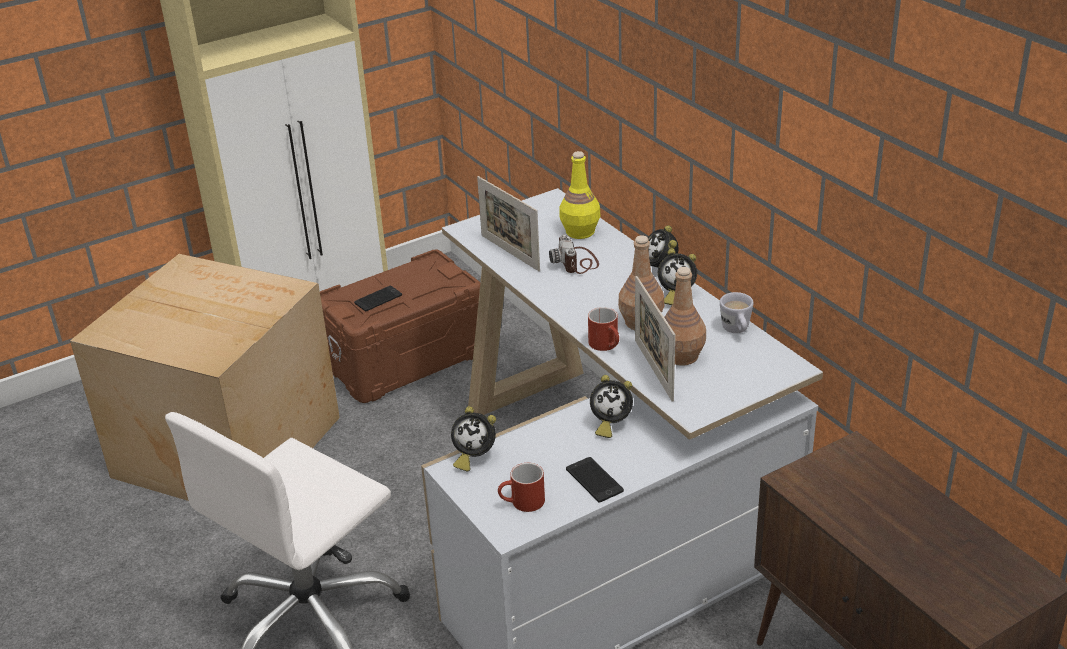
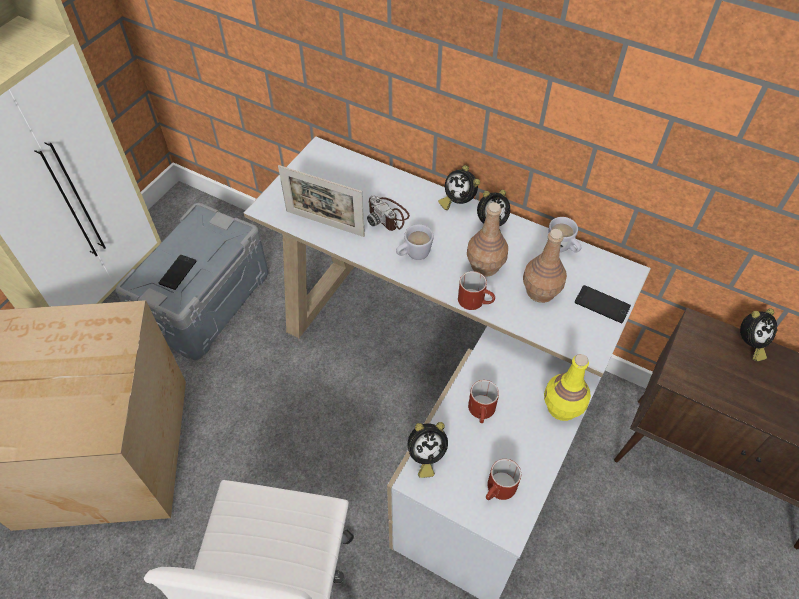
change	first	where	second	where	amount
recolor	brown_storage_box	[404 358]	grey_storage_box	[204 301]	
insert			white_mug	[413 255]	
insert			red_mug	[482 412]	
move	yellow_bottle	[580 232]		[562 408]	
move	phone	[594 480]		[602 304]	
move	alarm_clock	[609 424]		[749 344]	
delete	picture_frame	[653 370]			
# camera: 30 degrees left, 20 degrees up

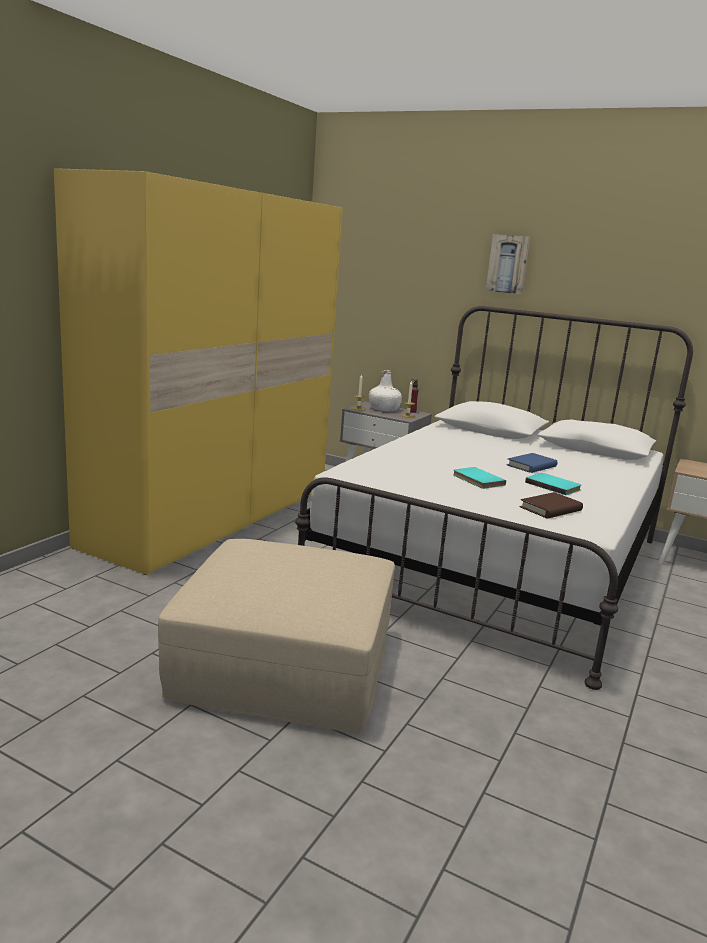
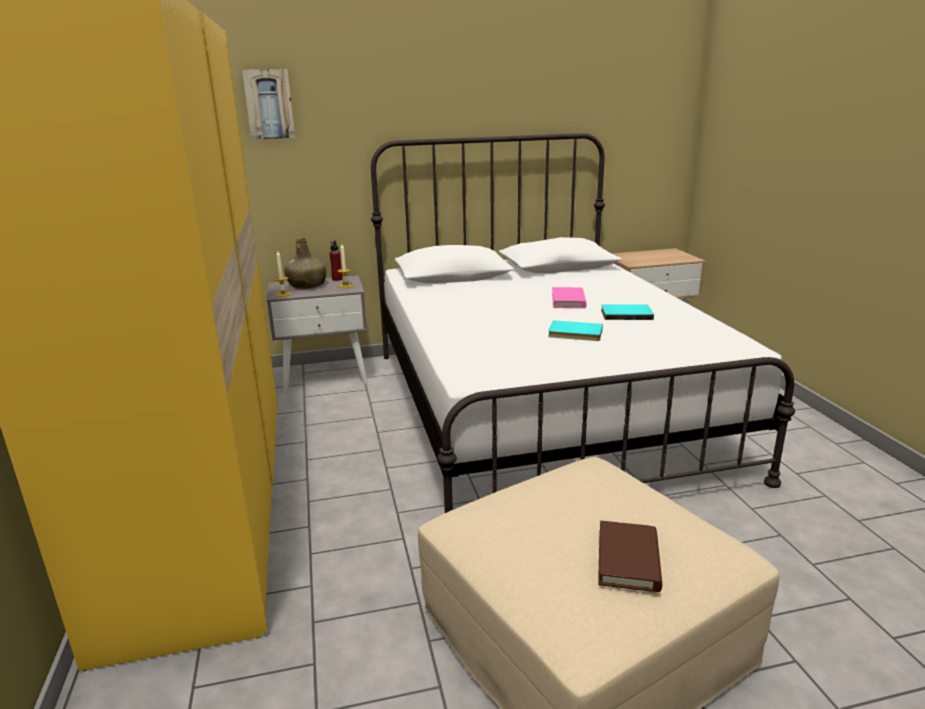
change	first	where	second	where	amount
move	picture	[508 264]		[269 104]	
recolor	white_bottle	[384 409]	green_bottle	[307 285]	
recolor	blue_book	[531 466]	pink_book	[568 301]	
move	brown_book	[550 509]		[628 560]	
# camera: 40 degrees left, 5 degrees up

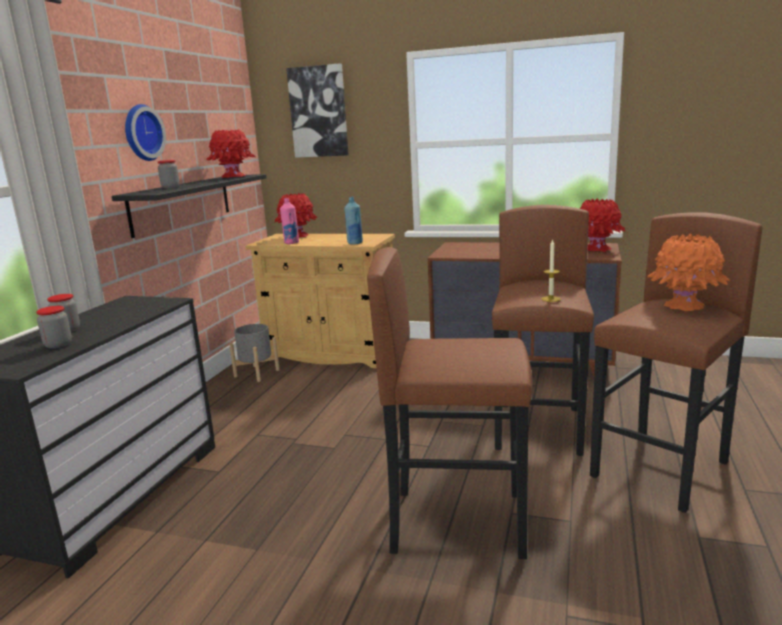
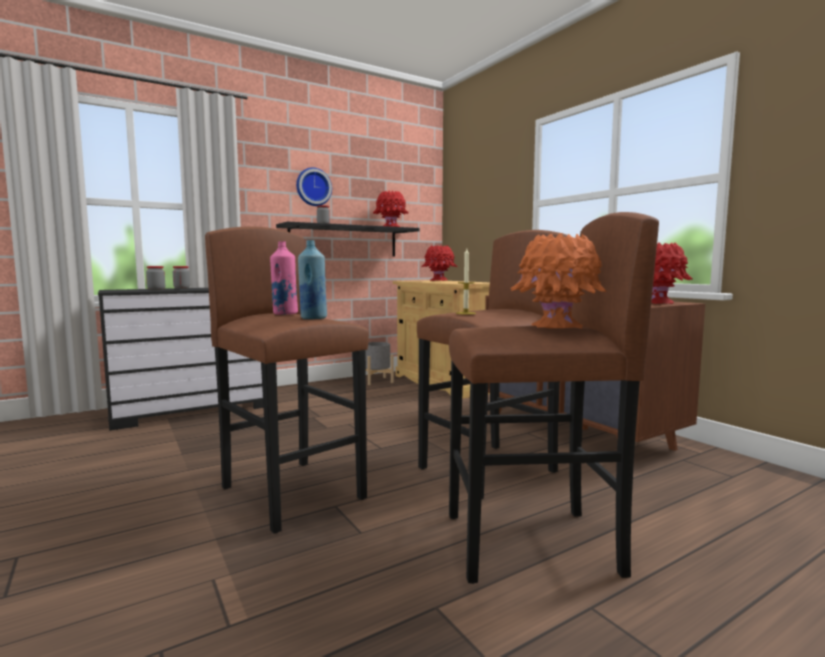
change	first	where	second	where	amount
move	pink_bottle	[291 243]		[285 314]	
move	blue_bottle	[354 243]		[313 318]	
delete	picture	[318 112]			
# camera: 40 degrees right, 10 degrees down

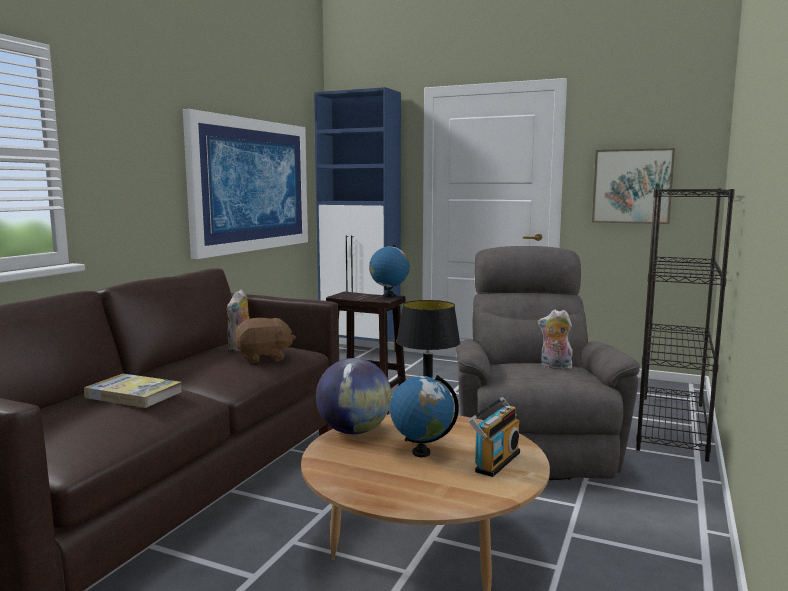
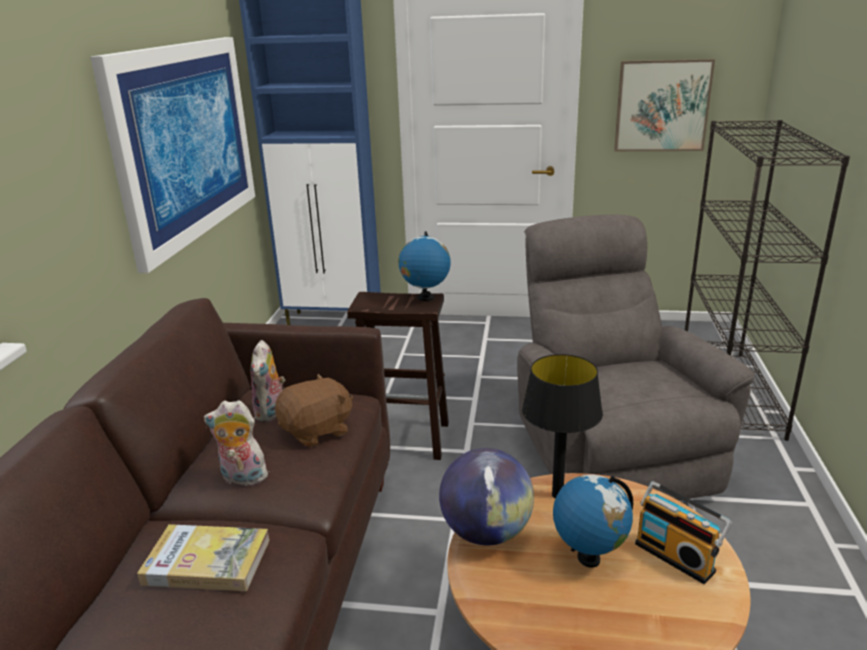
change	first	where	second	where	amount
move	plush_toy	[555 367]		[242 478]	
rotate	radio	[495 461]		[676 556]	120 degrees clockwise
# camera: 15 degrees left, 15 degrees up

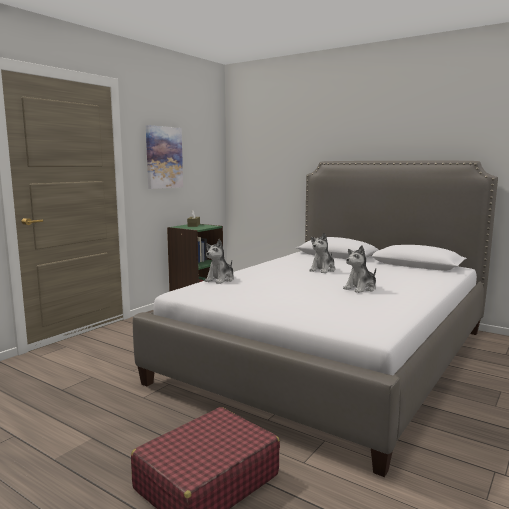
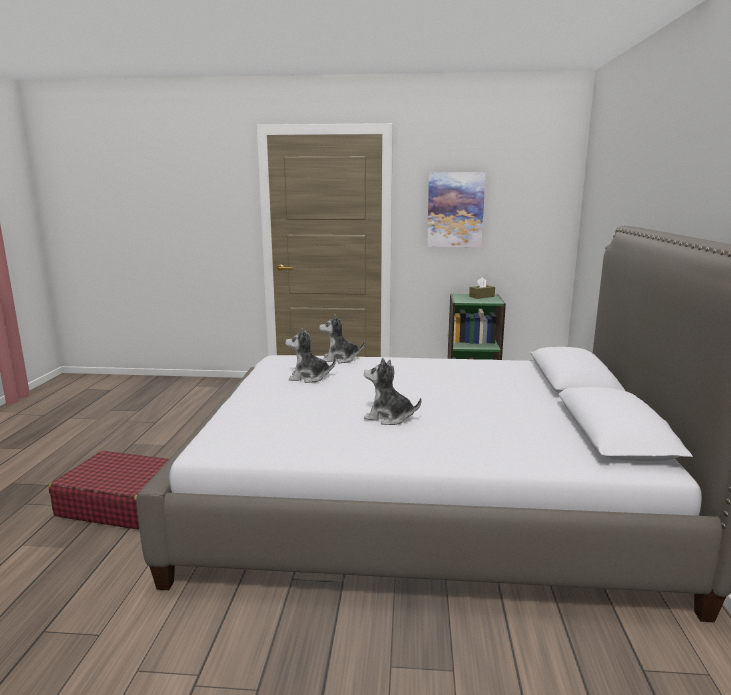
change	first	where	second	where	amount
move	plush_toy	[323 270]		[309 377]	
# camera: 60 degrees right, 5 degrees up

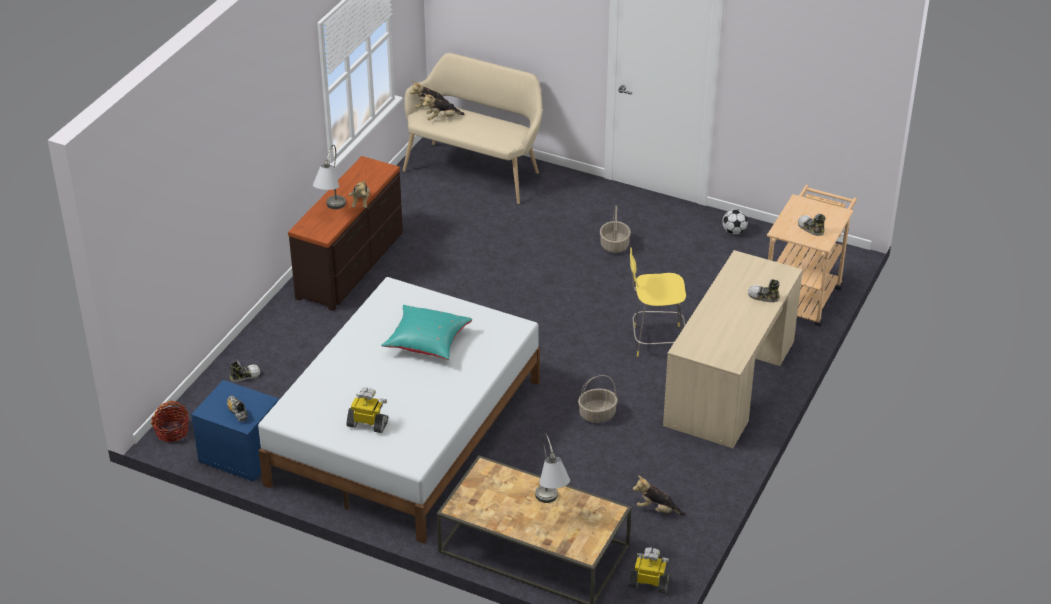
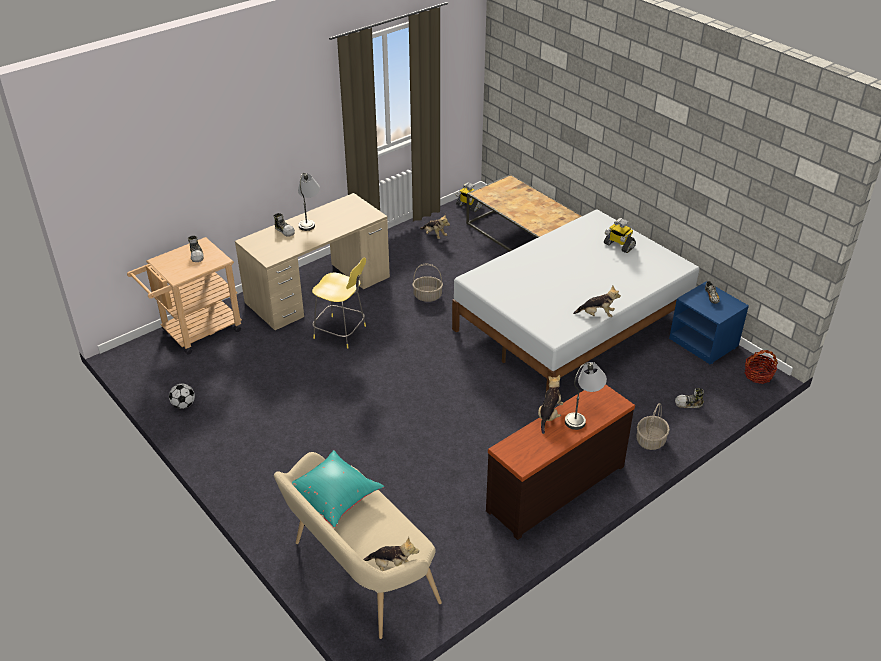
change	first	where	second	where	amount
move	turquoise_pillow	[427 343]		[334 497]	
move	grey_table_lamp	[550 505]		[310 220]	
move	plush_toy	[442 118]		[597 315]	
move	basket	[614 245]		[651 441]	
# camera: 155 degrees left, 0 degrees up

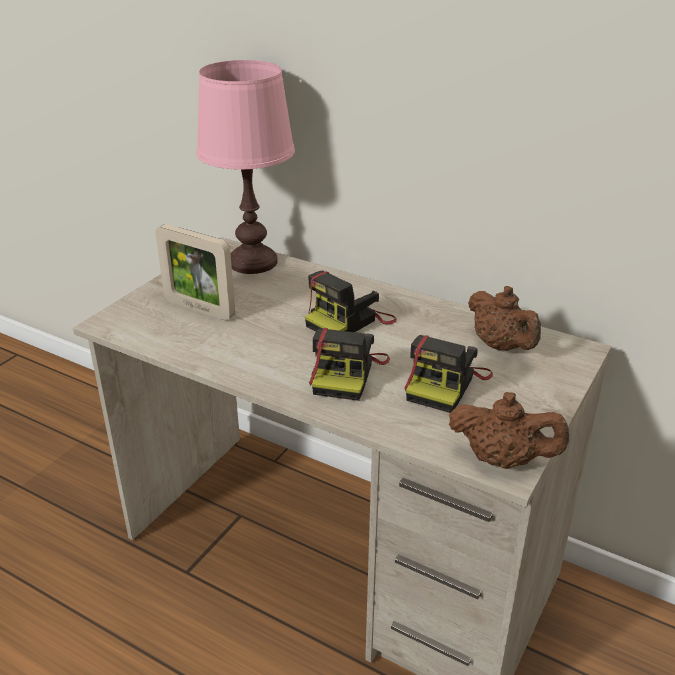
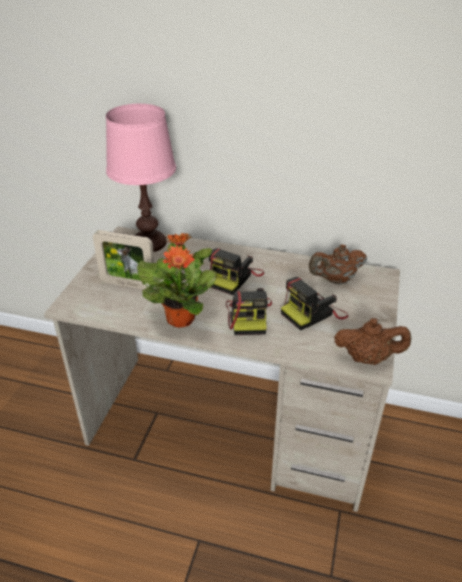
change	first	where	second	where	amount
insert			potted_plant	[181 318]	
rotate	photo_camera	[445 384]		[313 313]	45 degrees clockwise
rotate	brown_teapot	[501 346]		[335 280]	120 degrees clockwise
# camera: 15 degrees left, 5 degrees up

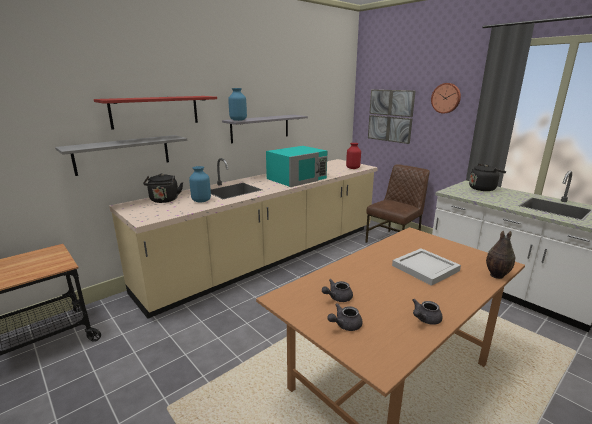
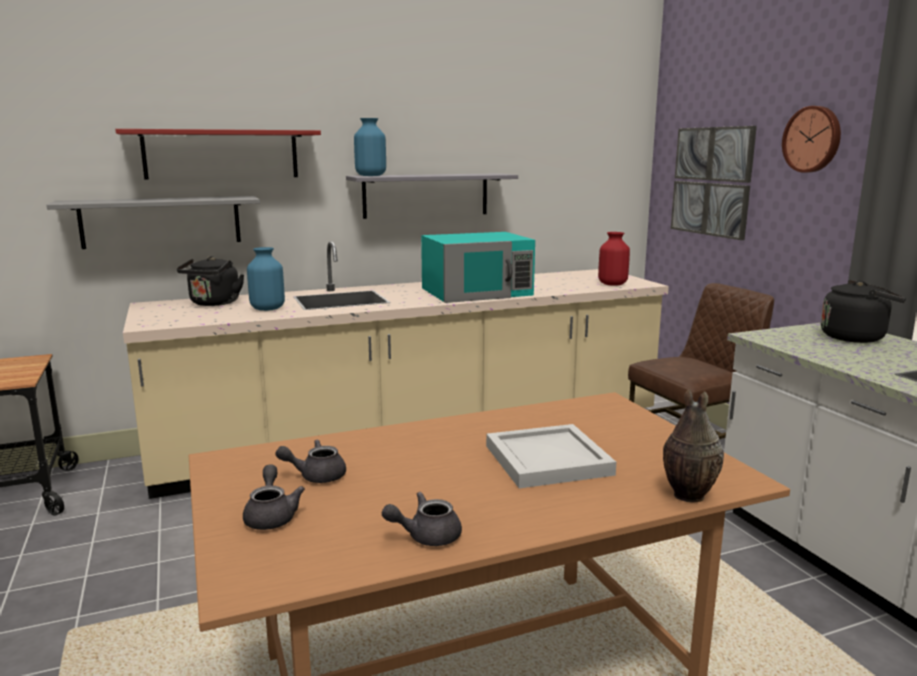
change	first	where	second	where	amount
rotate	grey_teapot	[345 325]		[271 516]	90 degrees clockwise
# camera: 20 degrees right, 5 degrees down

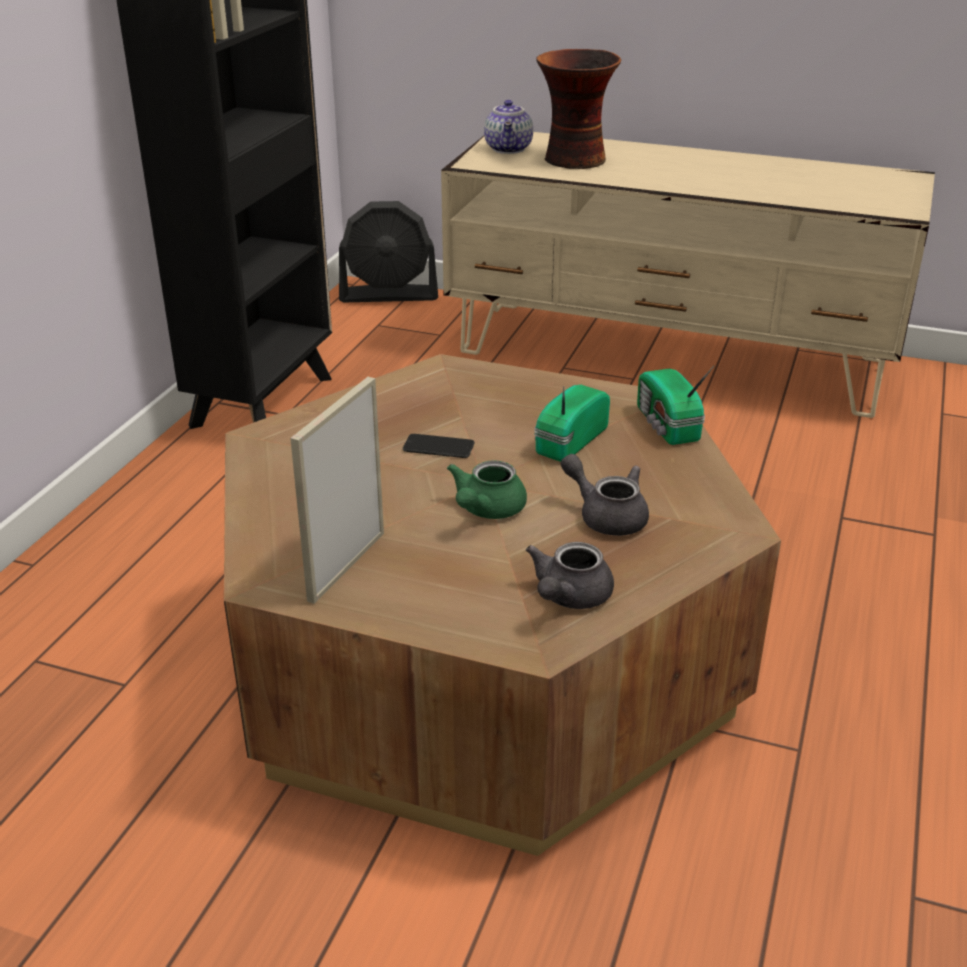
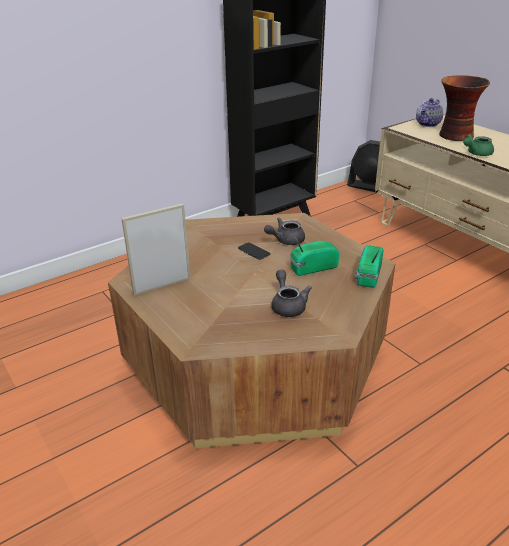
change	first	where	second	where	amount
move	grey_teapot	[568 597]		[285 240]	
move	green_teapot	[486 510]		[476 153]	
# camera: 35 degrees right, 0 degrees up

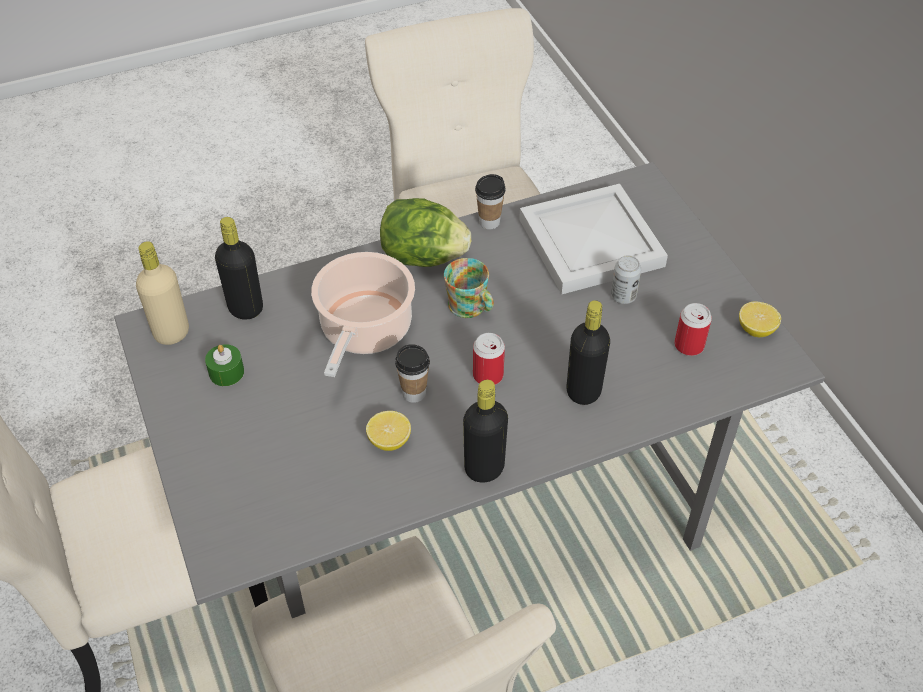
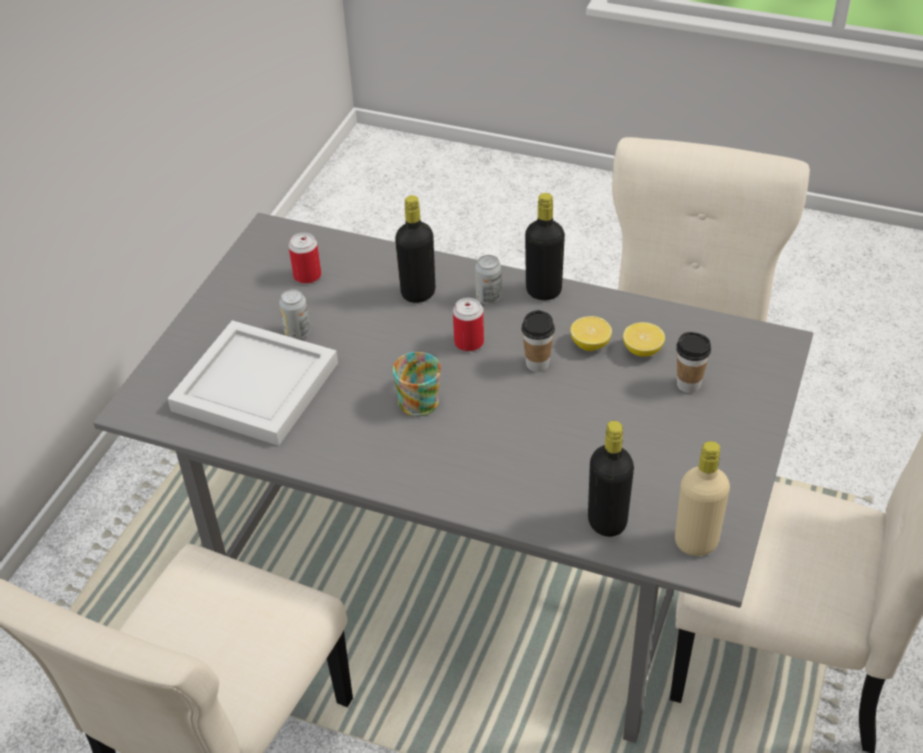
change	first	where	second	where	amount
insert			can	[488 298]	
move	lemon	[756 329]		[642 350]	
move	cup	[489 222]		[688 384]	
delete	green_candle	[226 372]			
delete	cooking_pot	[364 331]			
delete	lettuce	[423 256]			
# camera: 135 degrees left, 5 degrees down

